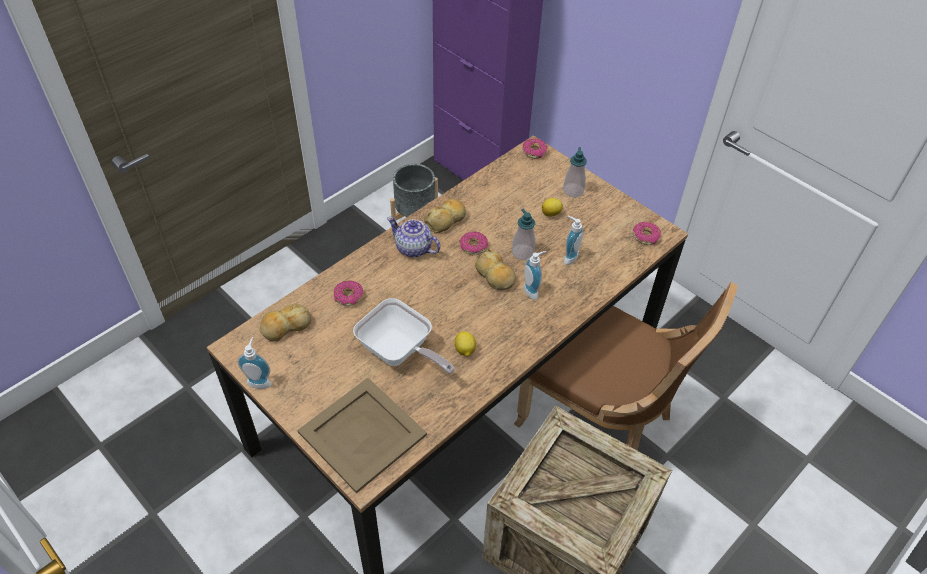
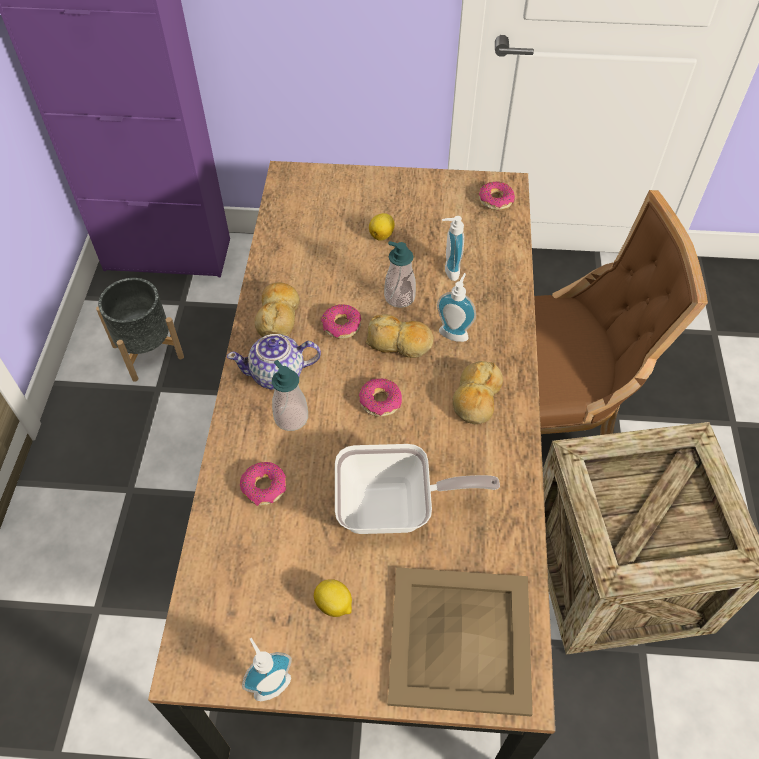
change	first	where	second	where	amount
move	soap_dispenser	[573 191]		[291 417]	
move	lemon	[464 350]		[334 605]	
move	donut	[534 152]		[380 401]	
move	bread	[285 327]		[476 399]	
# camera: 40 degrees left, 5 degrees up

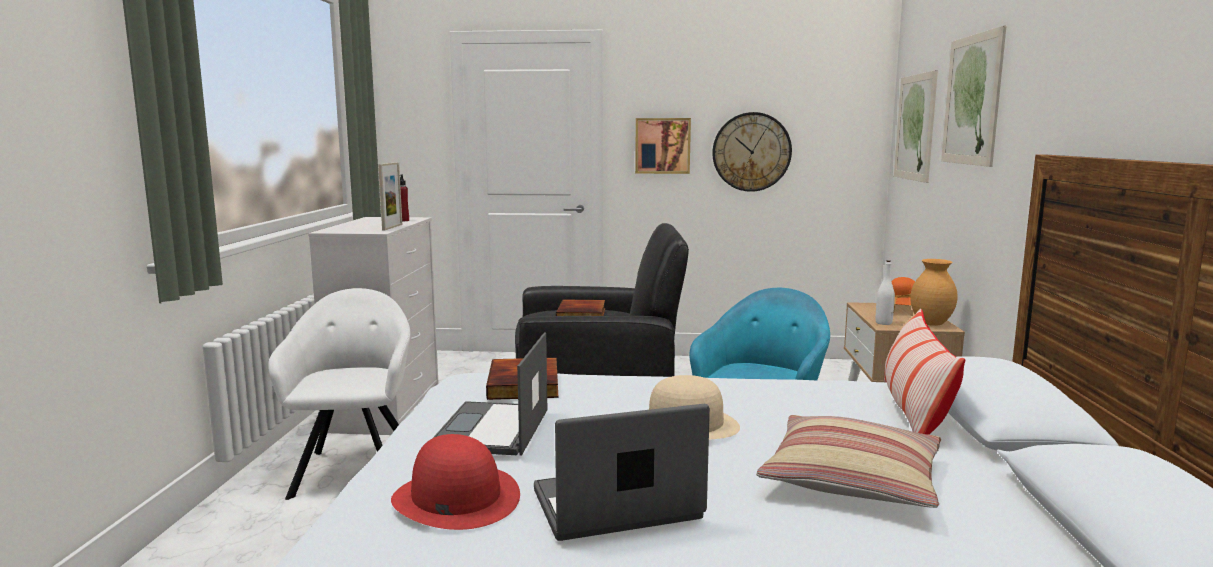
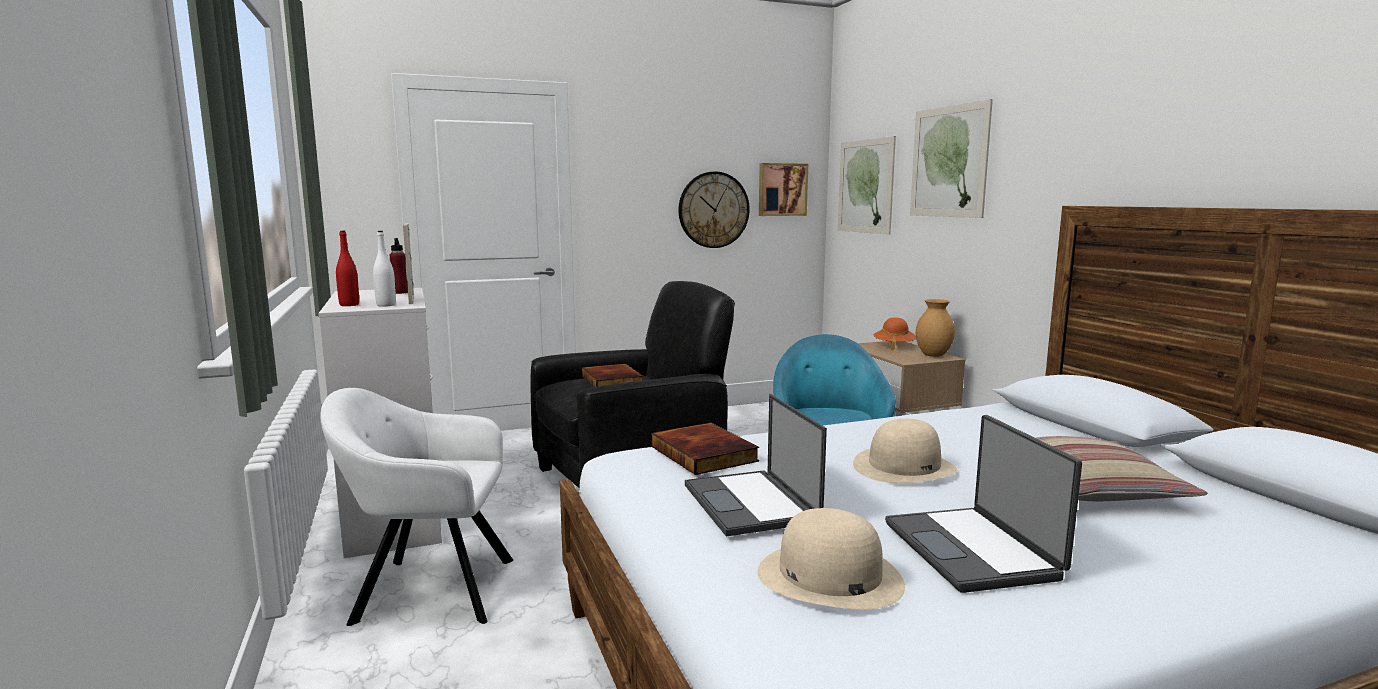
change	first	where	second	where	amount
rotate	white_armchair	[355 468]		[428 589]	60 degrees counterclockwise
insert			red_bottle	[349 305]	
move	white_bottle	[883 323]		[386 305]	
recolor	red_hat	[455 498]	beige_hat	[829 577]	
move	picture	[662 145]		[782 189]	
rotate	laptop	[617 507]		[973 550]	60 degrees counterclockwise
delete	pillow	[914 411]			
# camera: 25 degrees left, 0 degrees up

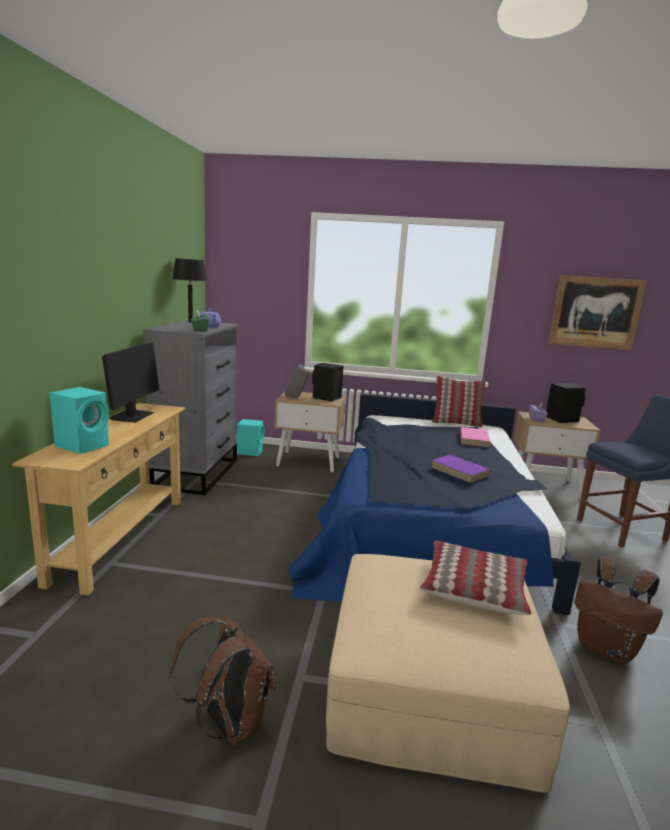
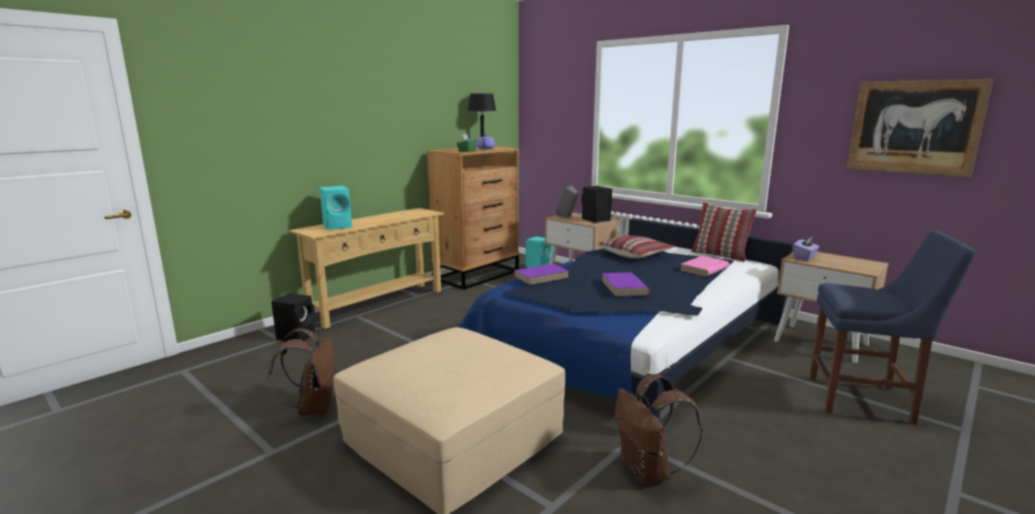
change	first	where	second	where	amount
move	black_speaker	[561 419]		[297 336]	
recolor	grey_dresser	[197 473]	brown_dresser	[477 275]	
insert			purple_book	[541 276]	
move	pillow	[474 587]		[635 254]	
delete	monitor	[132 416]			
# camera: 35 degrees right, 0 degrees up

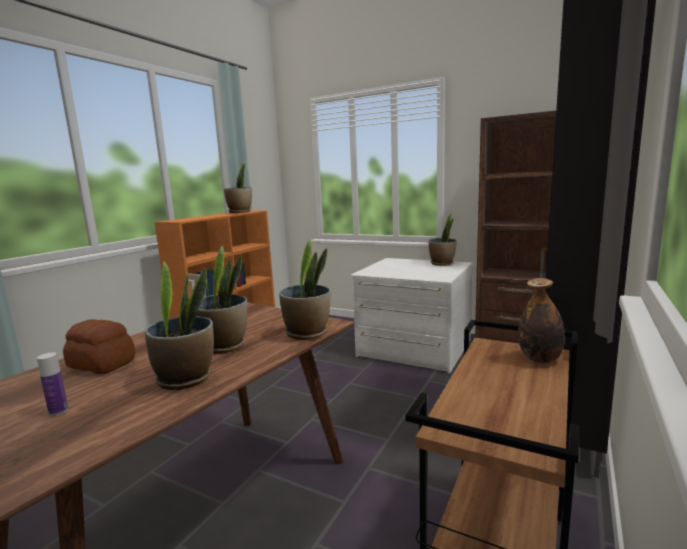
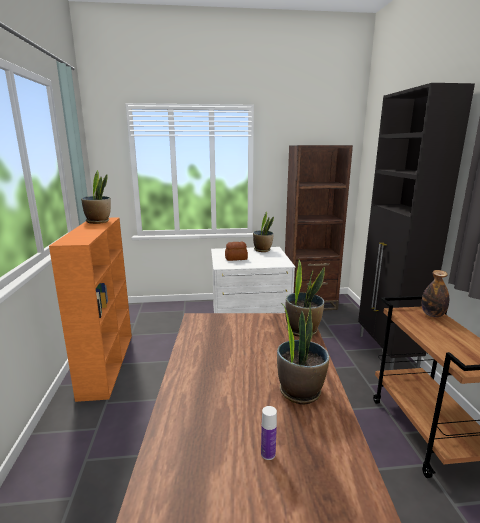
change	first	where	second	where	amount
move	bread	[101 364]		[236 258]	
delete	potted_plant	[224 346]			
# camera: 35 degrees left, 5 degrees up

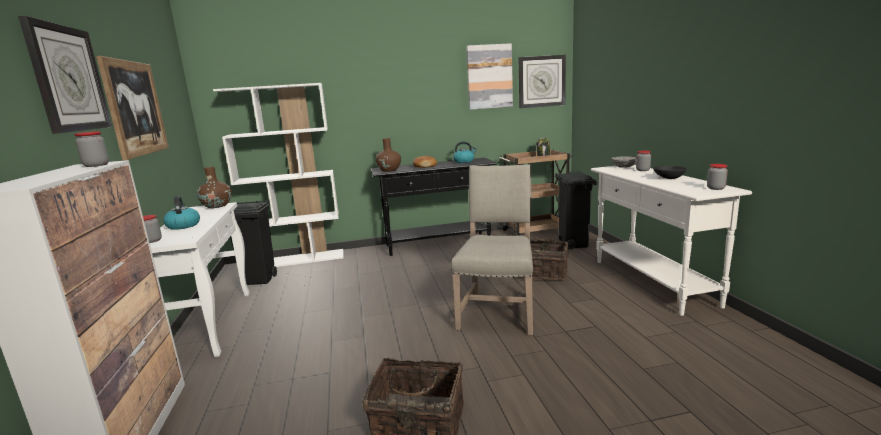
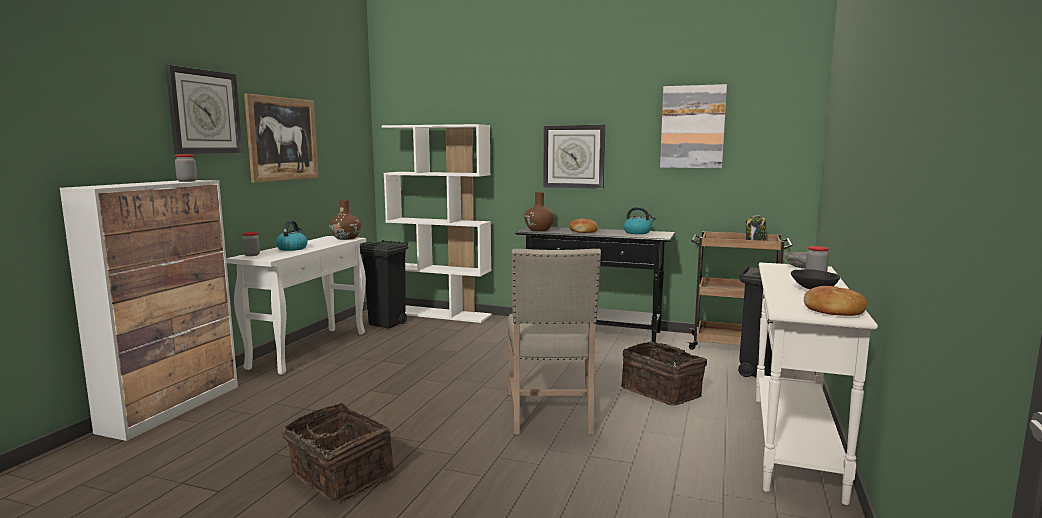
change	first	where	second	where	amount
rotate	beige_chair	[498 310]		[551 413]	135 degrees clockwise
move	wall_clock	[541 81]		[574 156]	
replace	jar	[715 188]	bread	[833 311]	
# camera: 30 degrees right, 5 degrees down

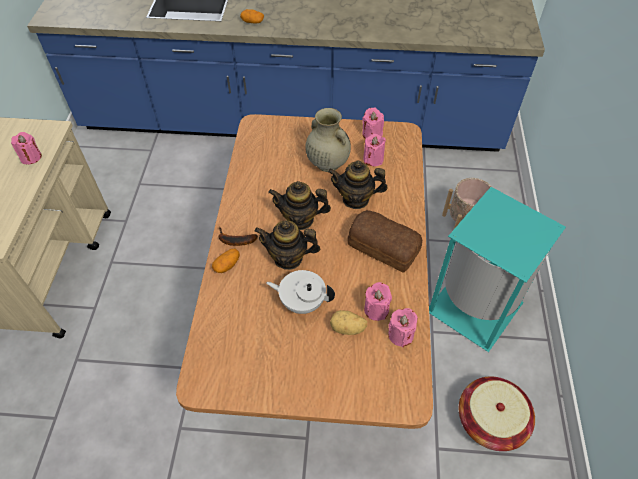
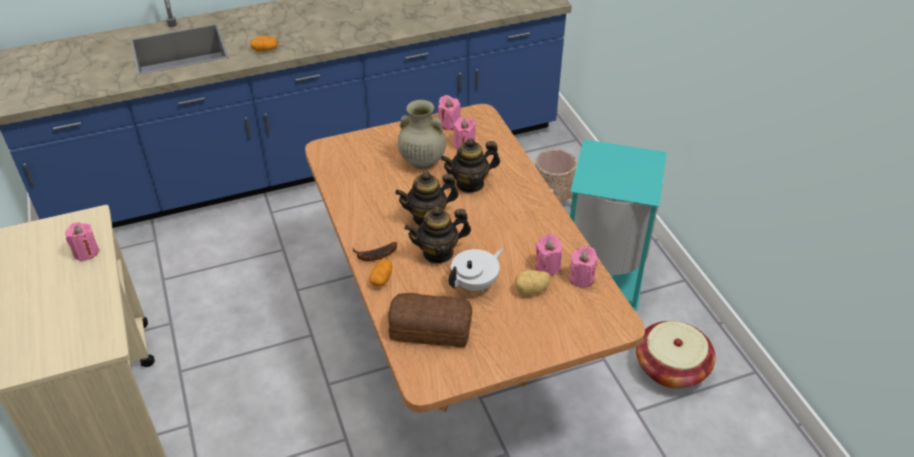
change	first	where	second	where	amount
move	bread	[383 246]		[429 327]	
rotate	white_teapot	[302 302]		[475 283]	150 degrees clockwise
# camera: 25 degrees left, 10 degrees down

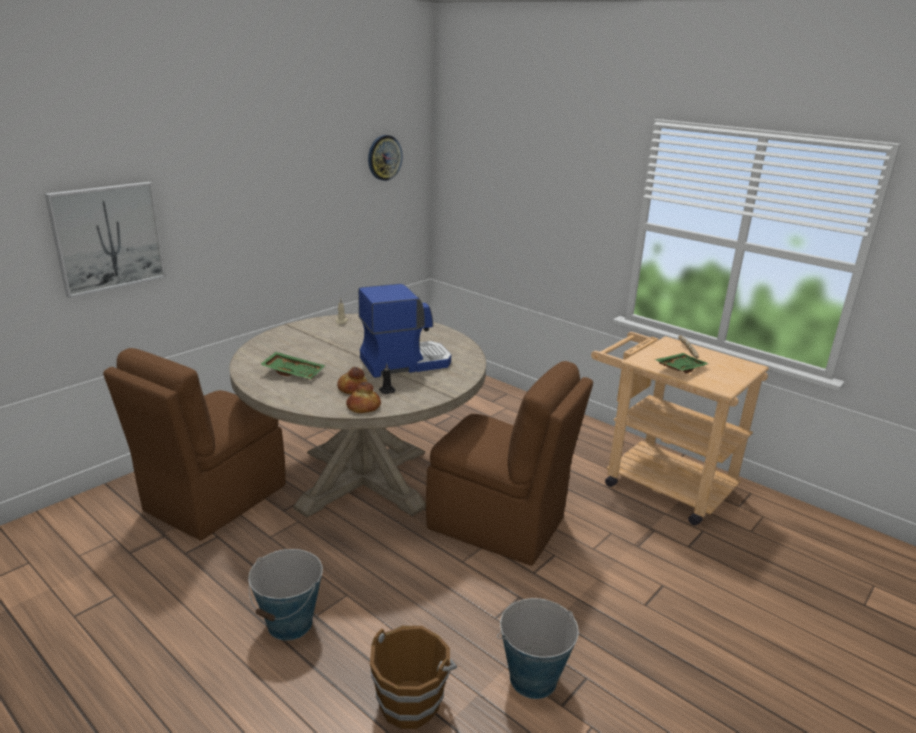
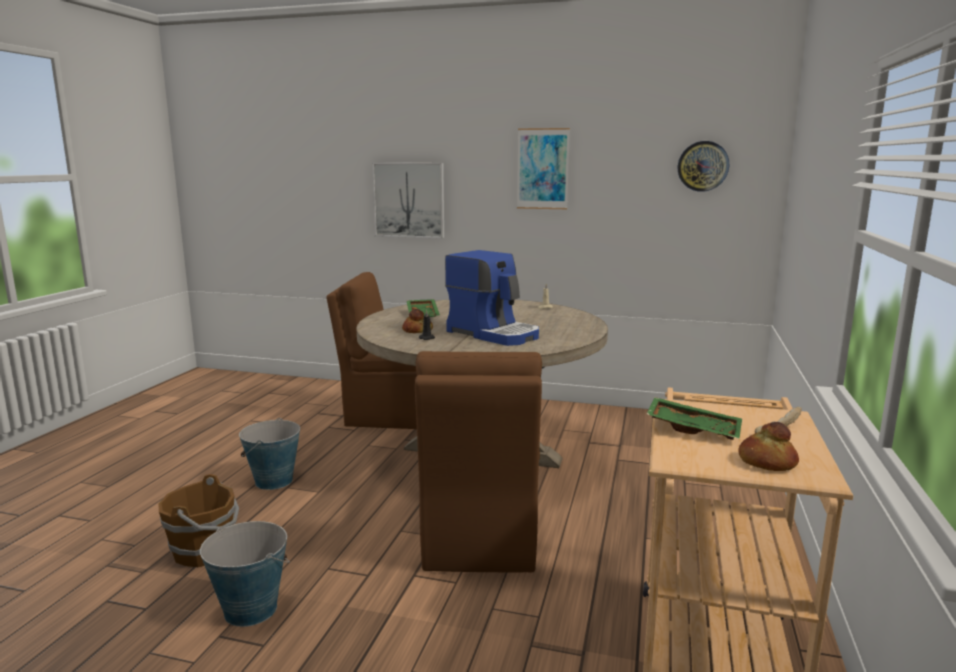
change	first	where	second	where	amount
insert			picture	[542 169]	
move	bread	[363 407]		[766 462]	
# camera: 65 degrees right, 10 degrees down

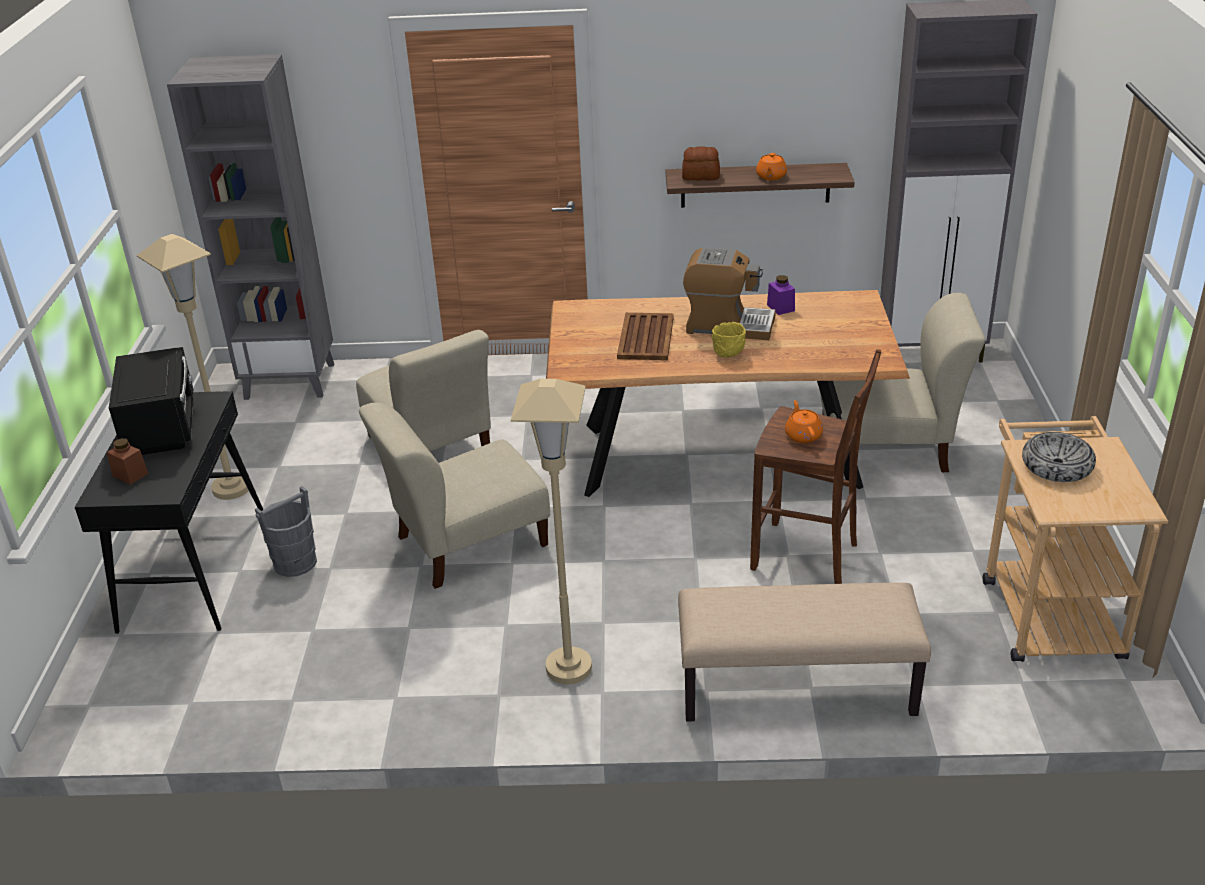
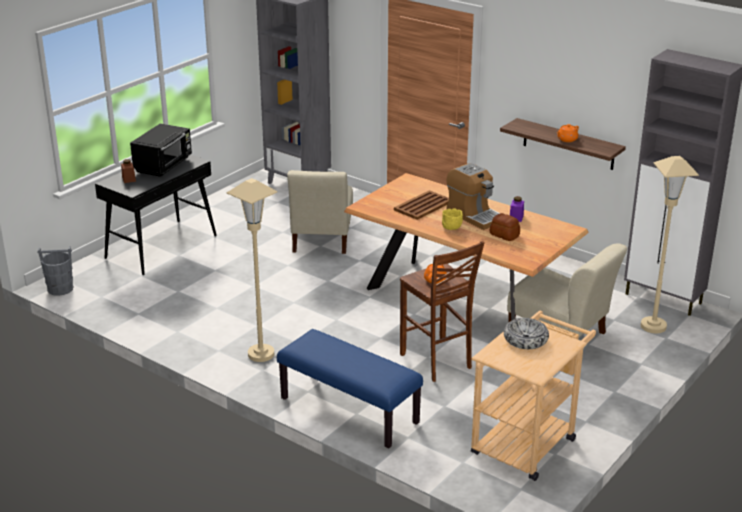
change	first	where	second	where	amount
move	grey_bucket	[294 563]		[60 289]	
recolor	beige_bench	[795 689]	blue_bench	[348 411]	
move	bread	[700 176]		[504 235]	
move	beige_floor_lamp	[231 488]		[653 326]	
delete	beige_chair	[466 544]			
# camera: 35 degrees right, 5 degrees down

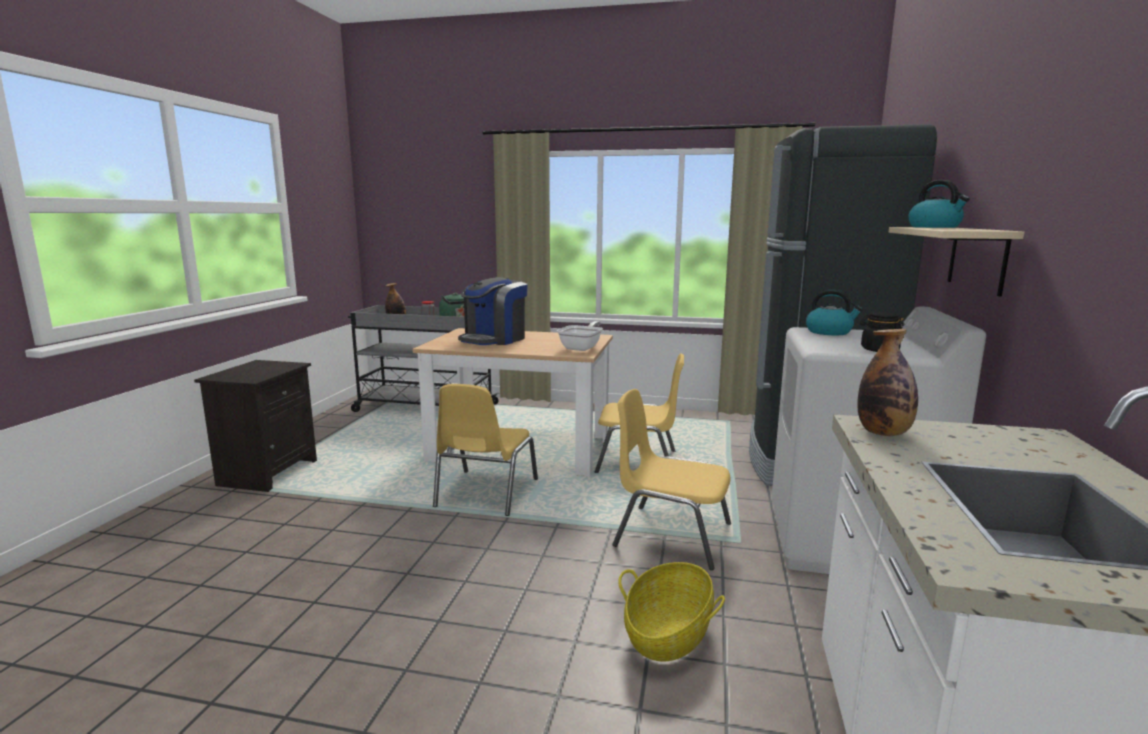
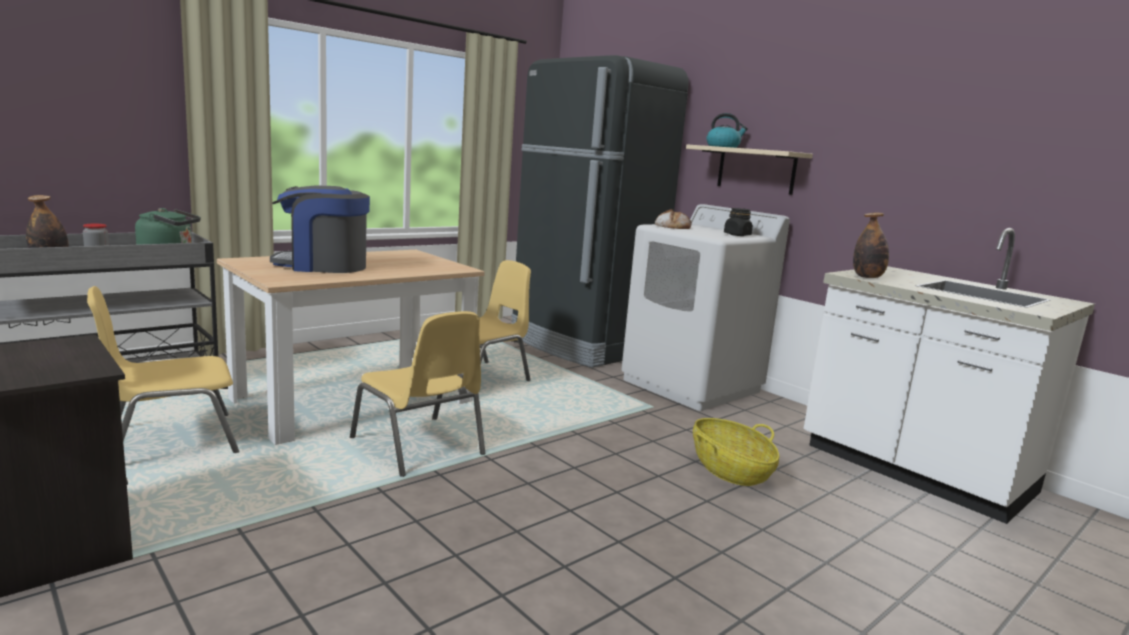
change	first	where	second	where	amount
move	yellow_chair	[671 535]		[170 441]	
rotate	coffee_machine	[494 339]		[322 266]	105 degrees clockwise
replace	kettle	[829 332]	bread	[672 226]	
delete	frying_pan	[582 347]			
# camera: 55 degrees left, 0 degrees up

